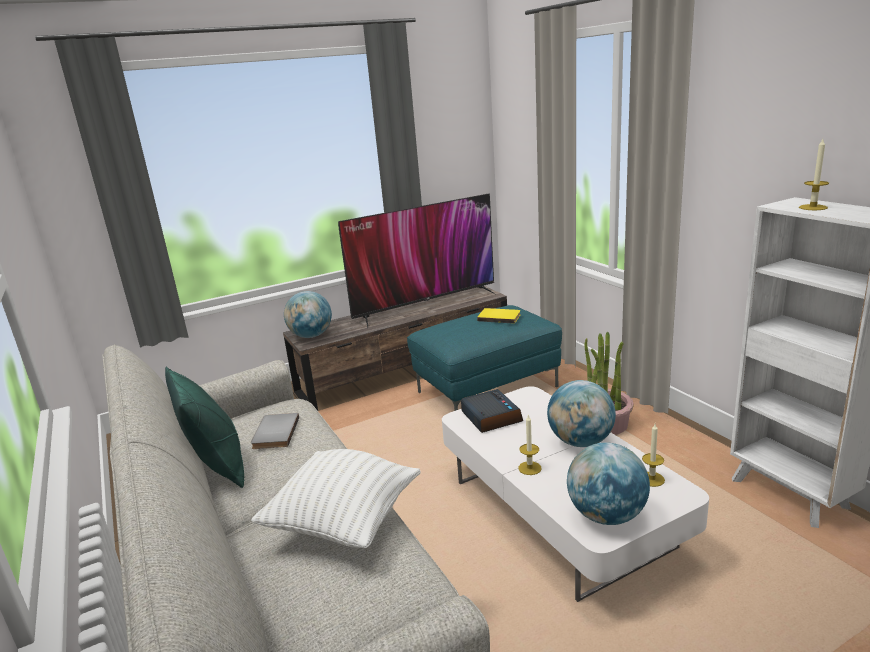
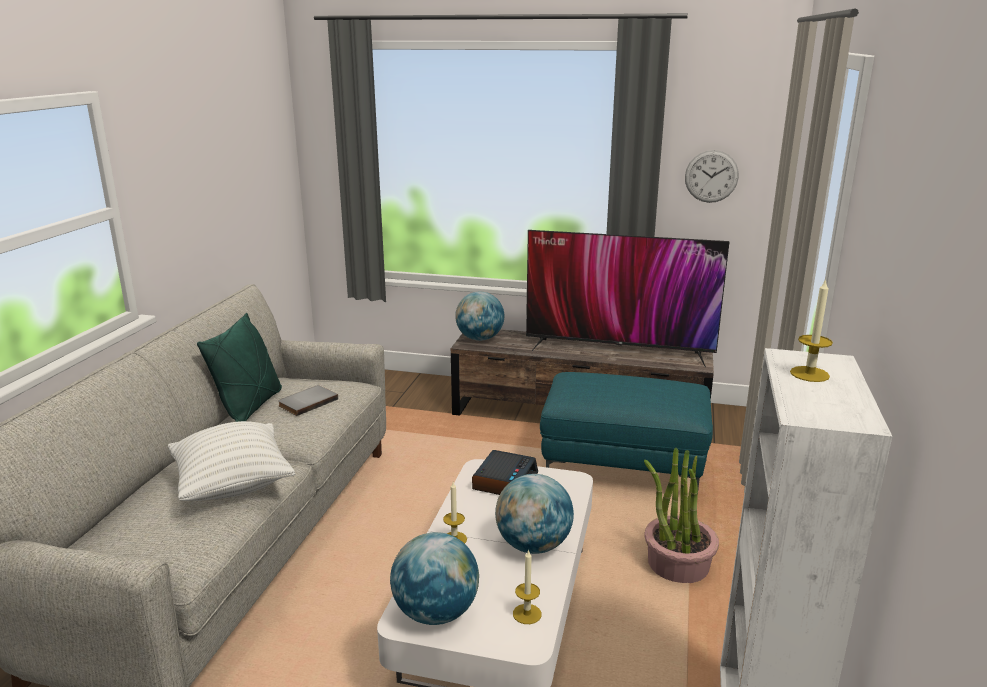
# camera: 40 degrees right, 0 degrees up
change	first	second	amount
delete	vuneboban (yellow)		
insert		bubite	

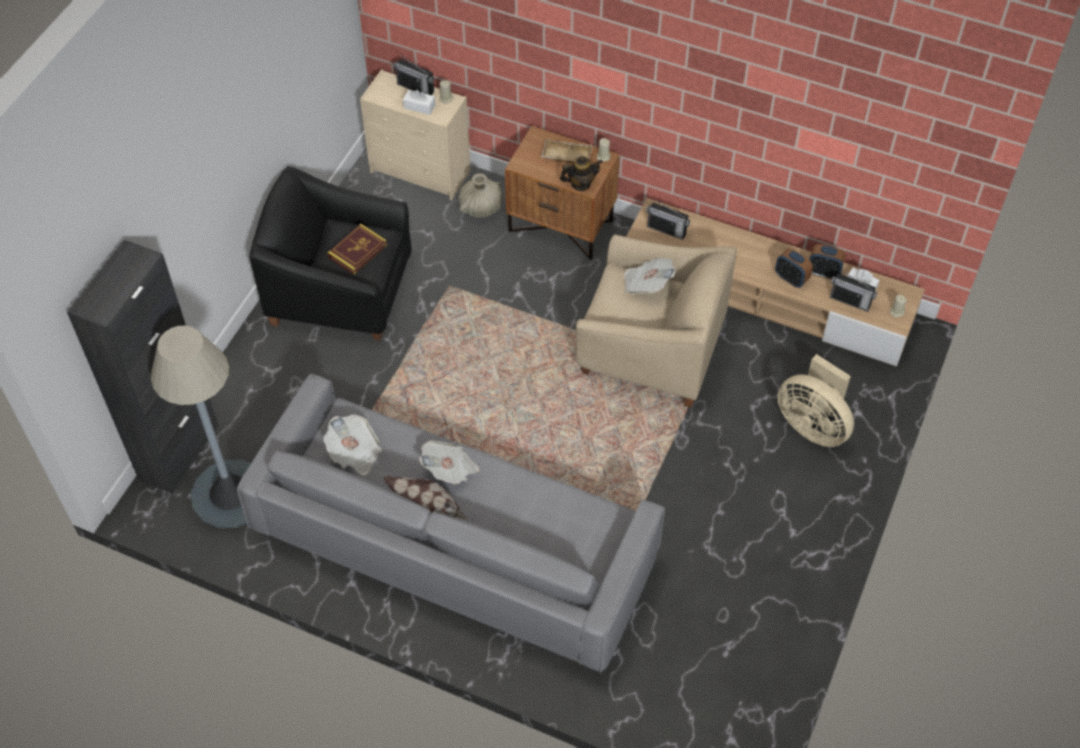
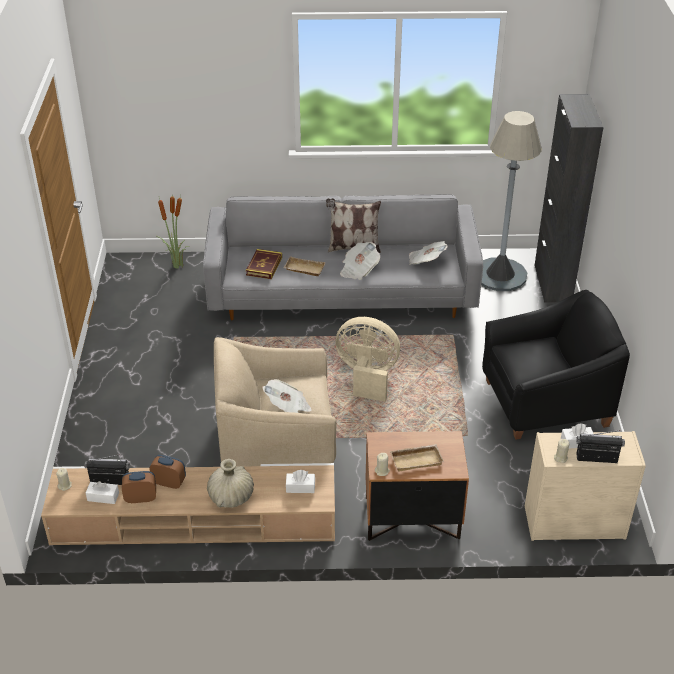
# camera: 155 degrees right, 15 degrees down
change	first	second	amount
delete	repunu		
move	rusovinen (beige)		
replace	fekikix (2nd from left)	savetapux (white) (2nd from left)	
move	vuneboban		
move	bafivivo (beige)		
insert		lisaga	
insert		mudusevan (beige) (1st from left)	

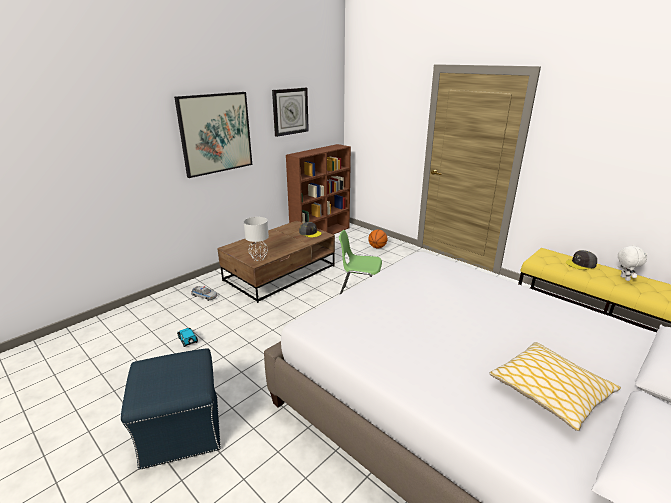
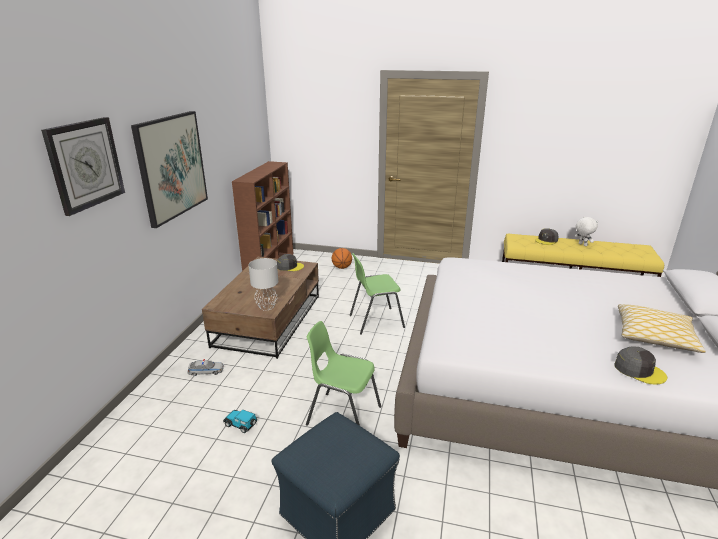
# camera: 30 degrees left, 0 degrees up
change	first	second	amount
move	bubite		
insert		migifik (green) (1st from left)	
insert		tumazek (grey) (3rd from left)	

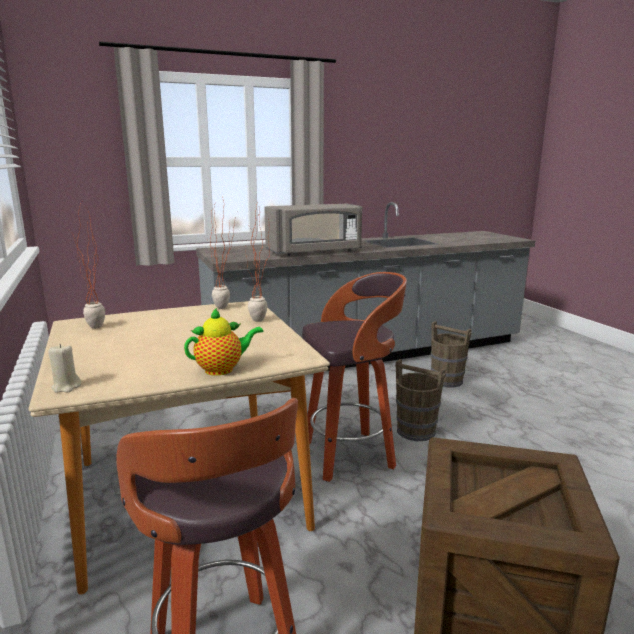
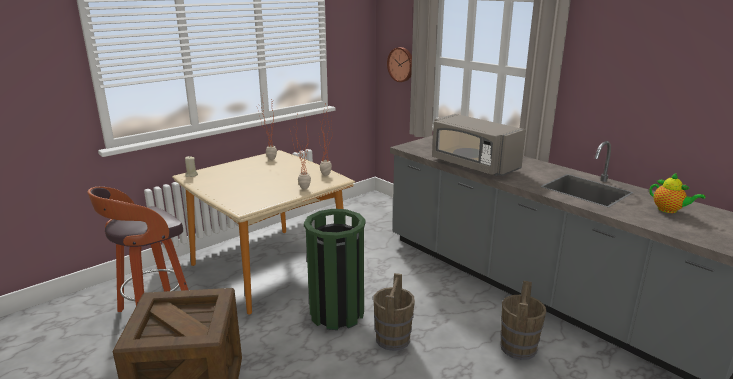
# camera: 70 degrees right, 5 degrees up
change	first	second	amount
replace	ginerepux (2nd from left)	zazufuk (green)	
move	repunu		
insert		bubite	

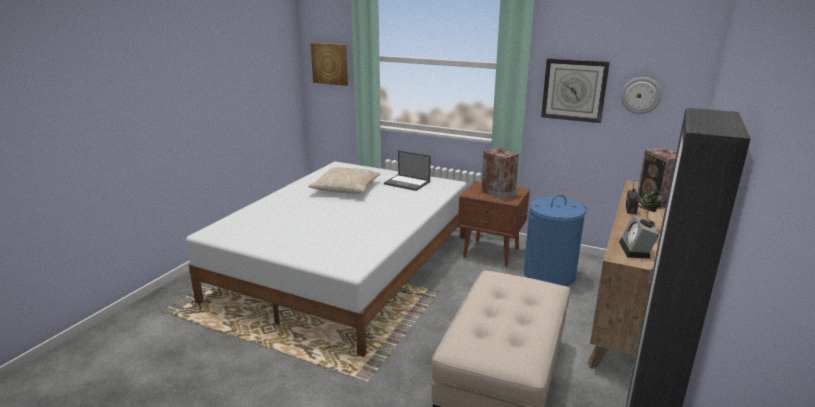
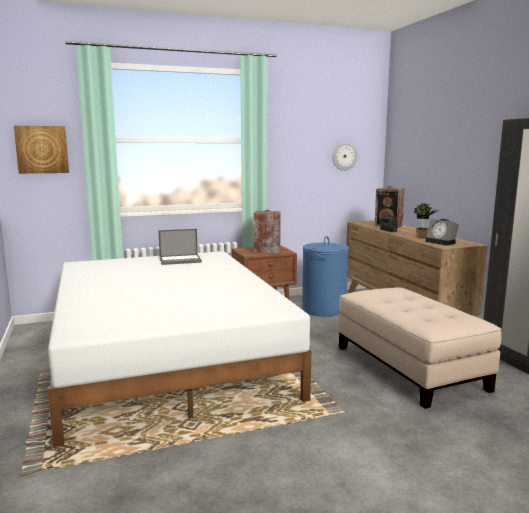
# camera: 45 degrees left, 10 degrees down
change	first	second	amount
delete	bubite (1st from left)		
delete	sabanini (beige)		

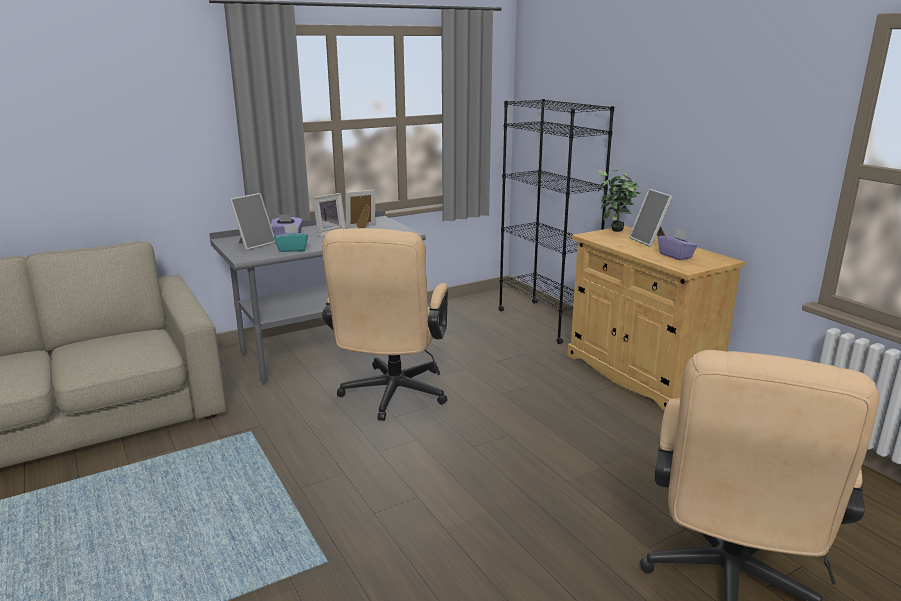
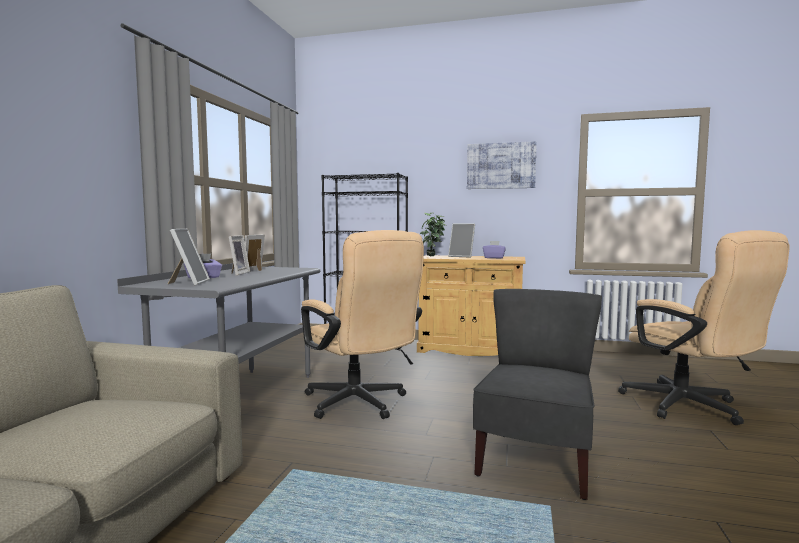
# camera: 45 degrees left, 15 degrees down
change	first	second	amount
delete	savetapux (turquoise)		
insert		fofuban	
insert		migifik (grey)	

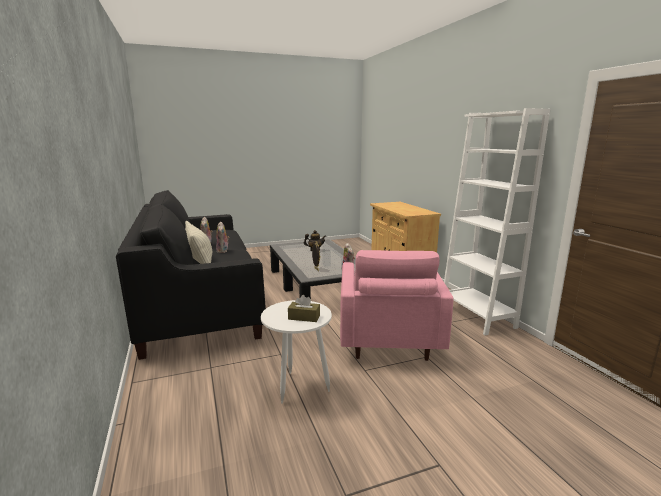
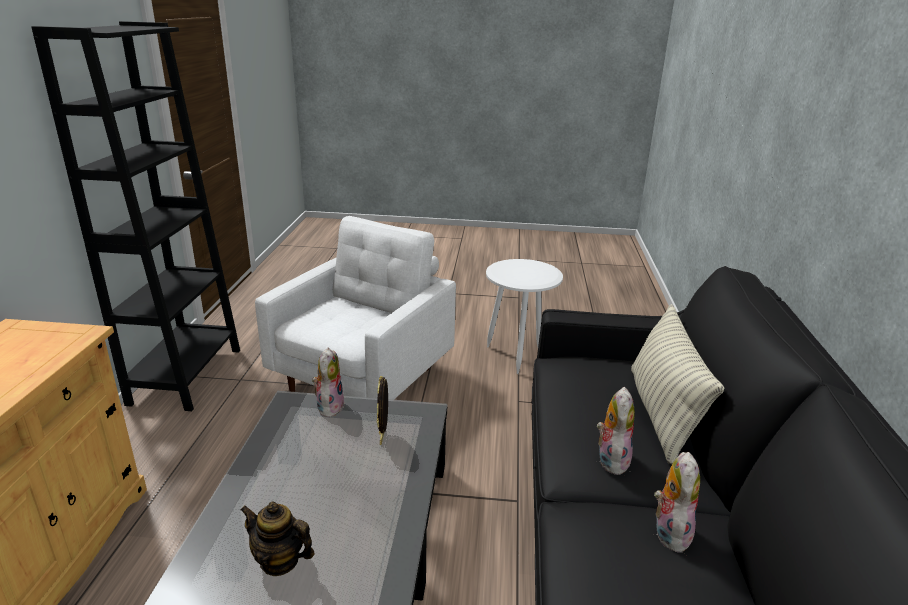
# camera: 155 degrees left, 10 degrees up
change	first	second	amount
recolor	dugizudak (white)	dugizudak (black)	
recolor	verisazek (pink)	verisazek (white)	
delete	savetapux (brown)		

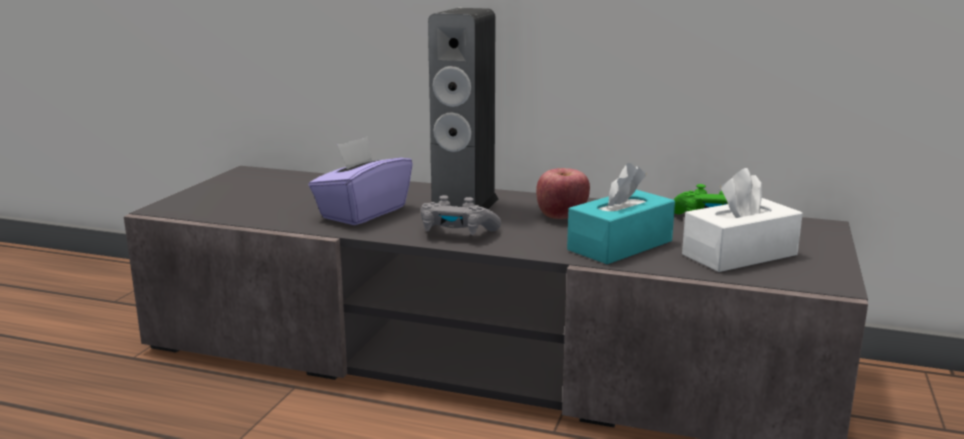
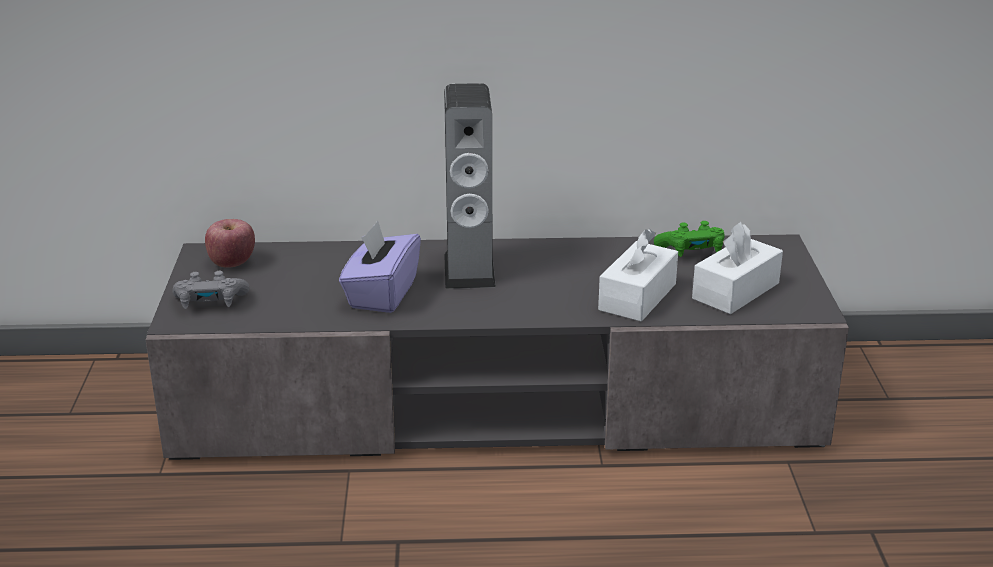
# camera: 20 degrees left, 10 degrees up
change	first	second	amount
recolor	savetapux (turquoise)	savetapux (white) (1st from left)	
move	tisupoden		
move	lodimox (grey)		

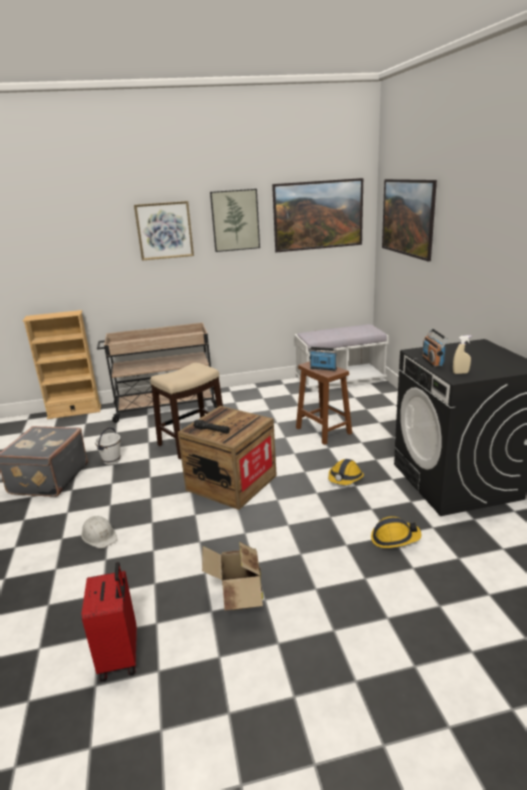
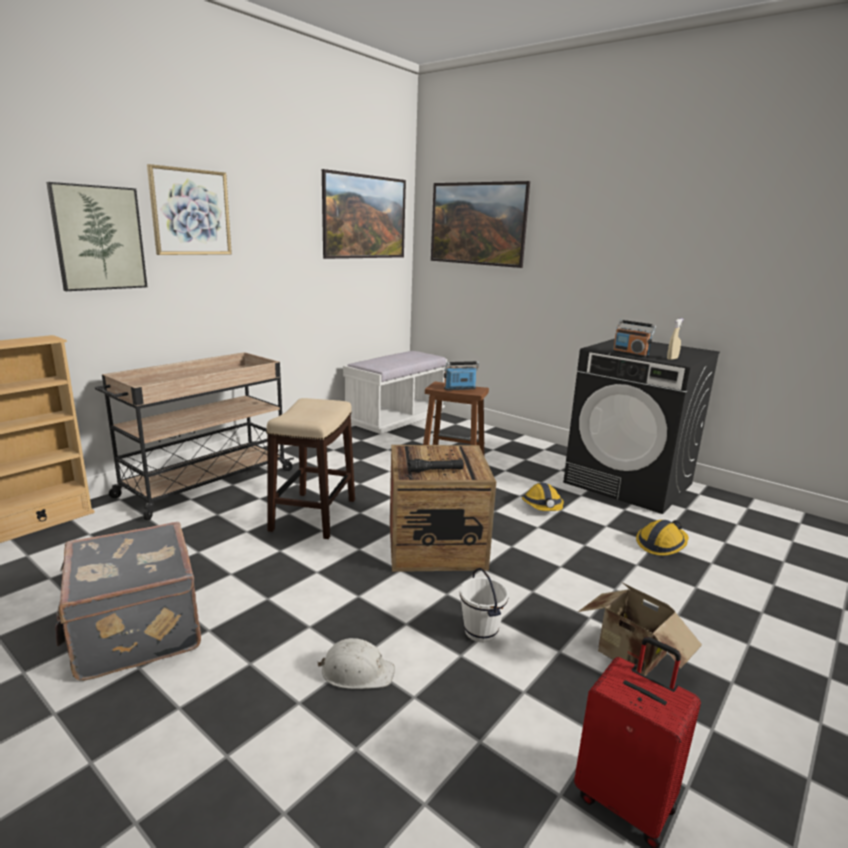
# camera: 40 degrees left, 5 degrees down
change	first	second	amount
move	fofuban (2nd from left in the first image)	fofuban (1st from left)	
move	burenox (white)		

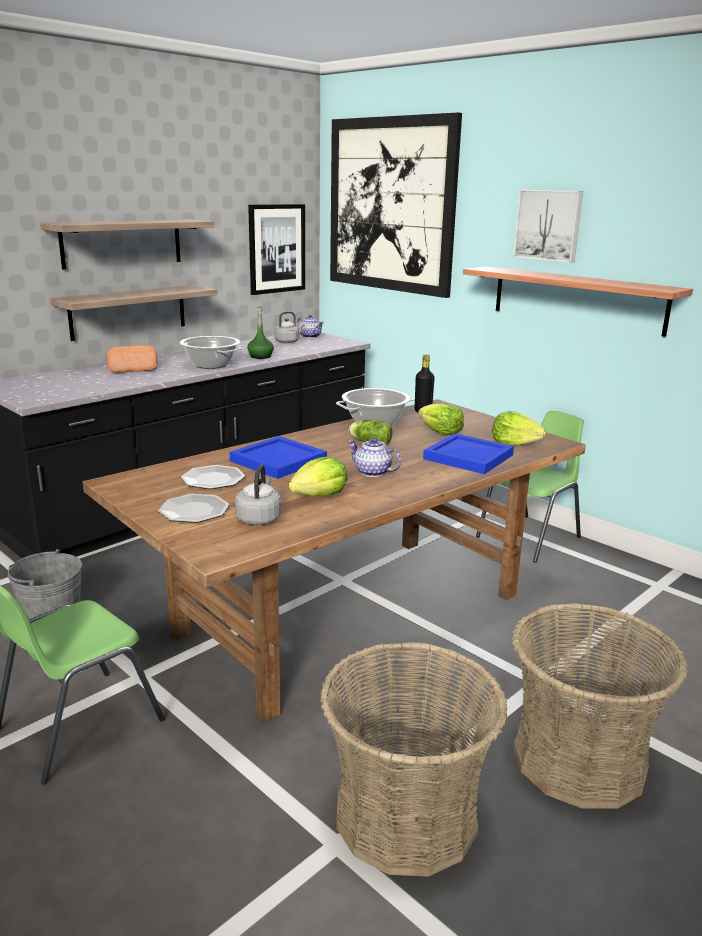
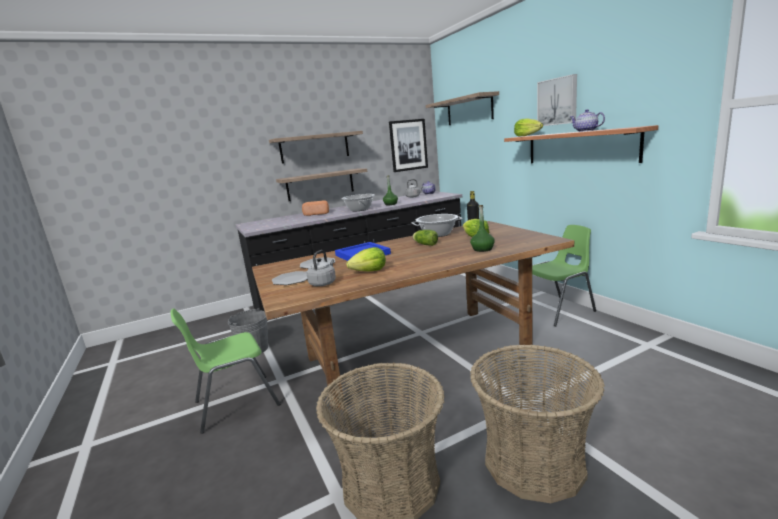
# camera: 20 degrees right, 5 degrees down
change	first	second	amount
replace	fofuban (2nd from left)	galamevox (3rd from left)	
move	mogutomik (4th from left)		
replace	mudusevan (blue) (2nd from left)	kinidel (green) (2nd from left)	
move	repunu (2nd from left)		

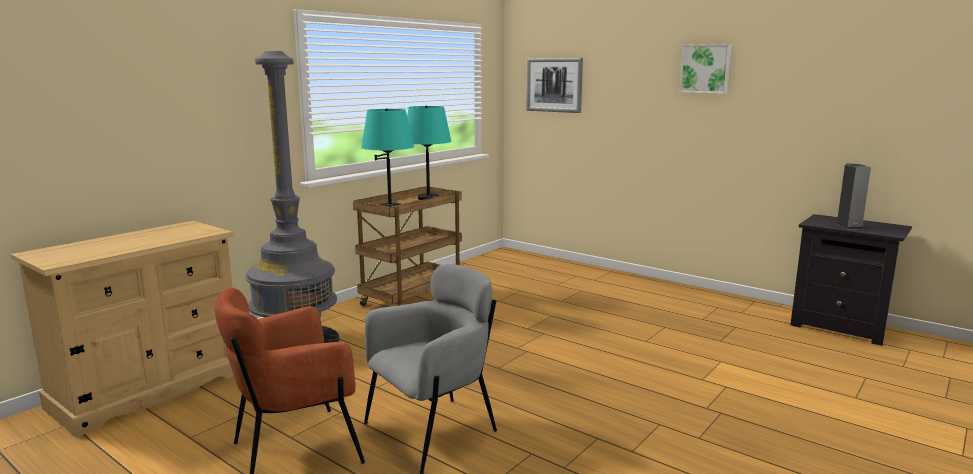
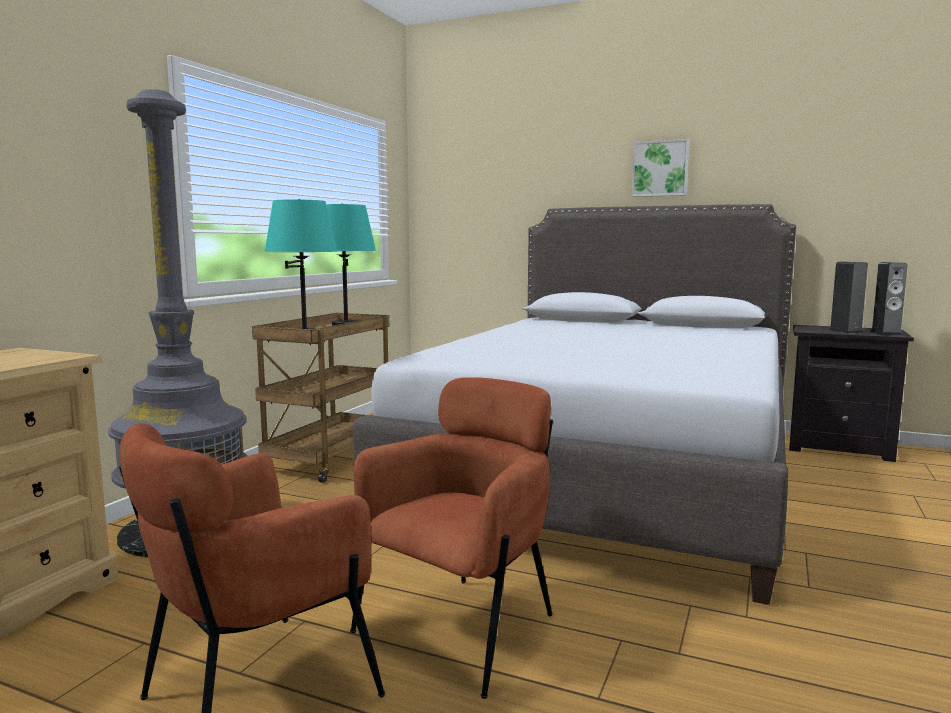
# camera: 15 degrees left, 5 degrees down
change	first	second	amount
delete	fofuban (1st from left)		
recolor	verisazek (grey)	verisazek (brown) (2nd from left)	
insert		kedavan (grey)	
insert		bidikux (2nd from left)	

